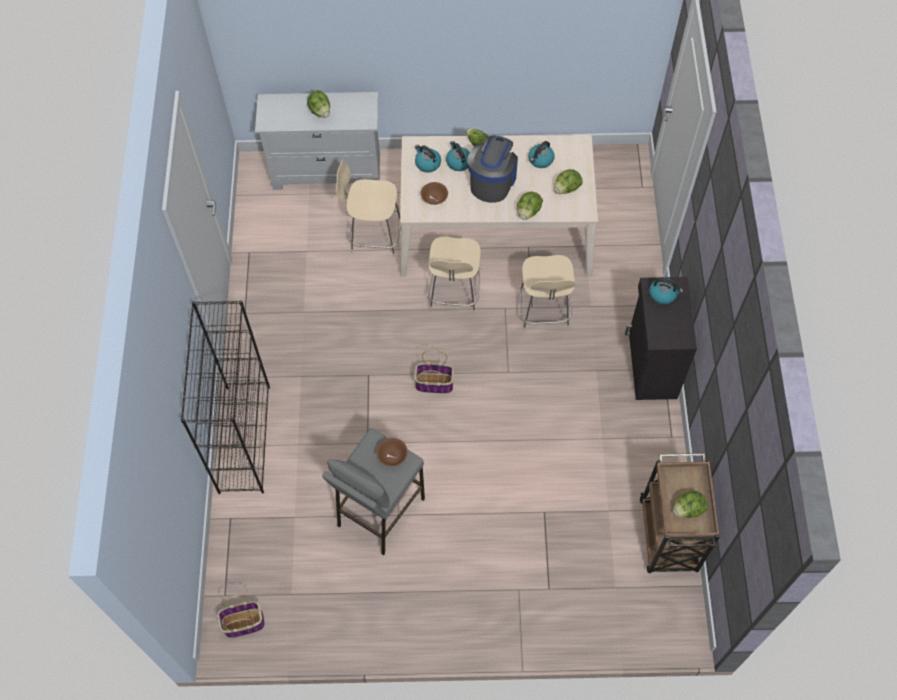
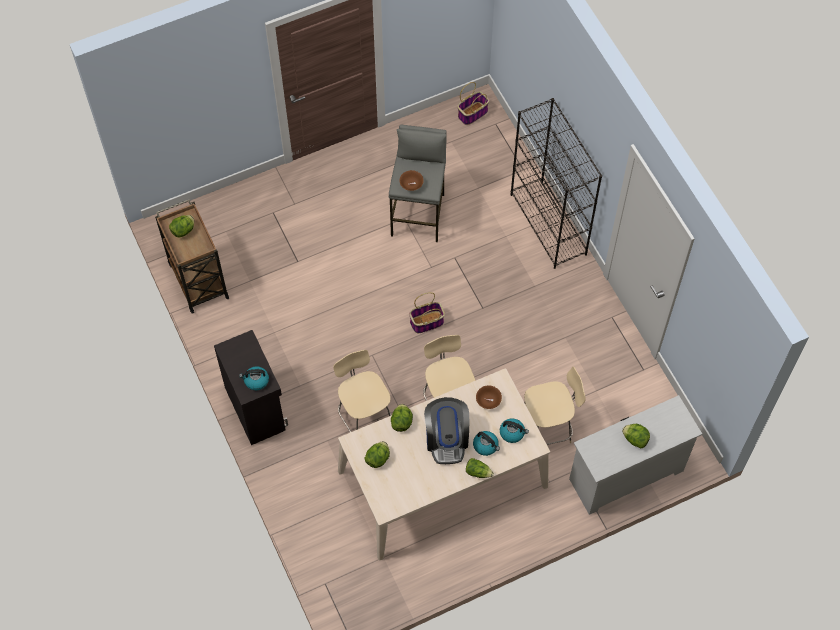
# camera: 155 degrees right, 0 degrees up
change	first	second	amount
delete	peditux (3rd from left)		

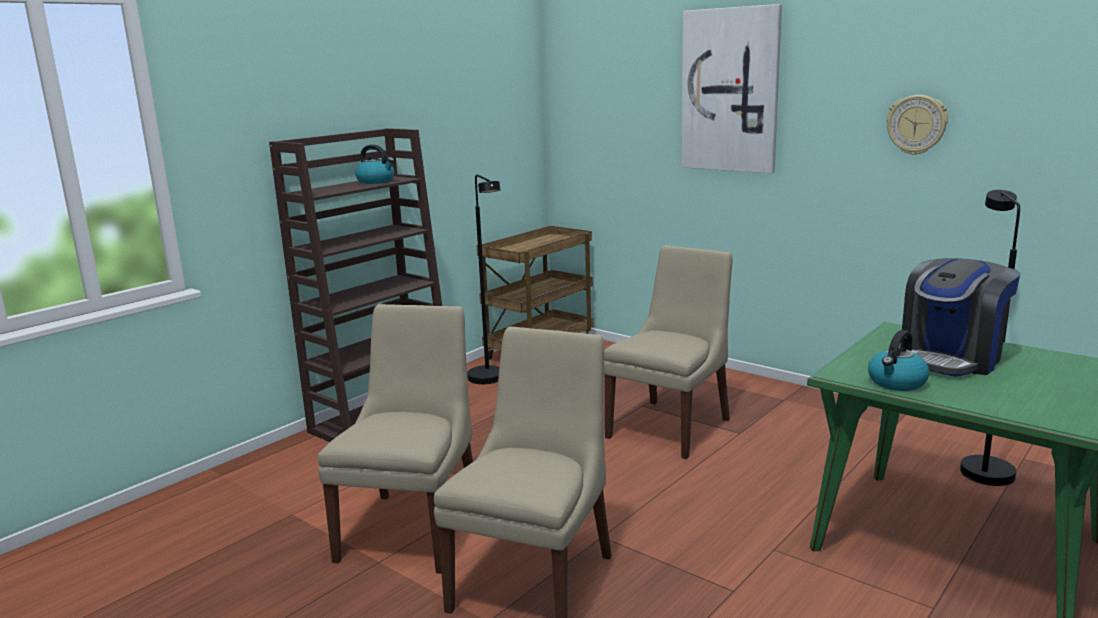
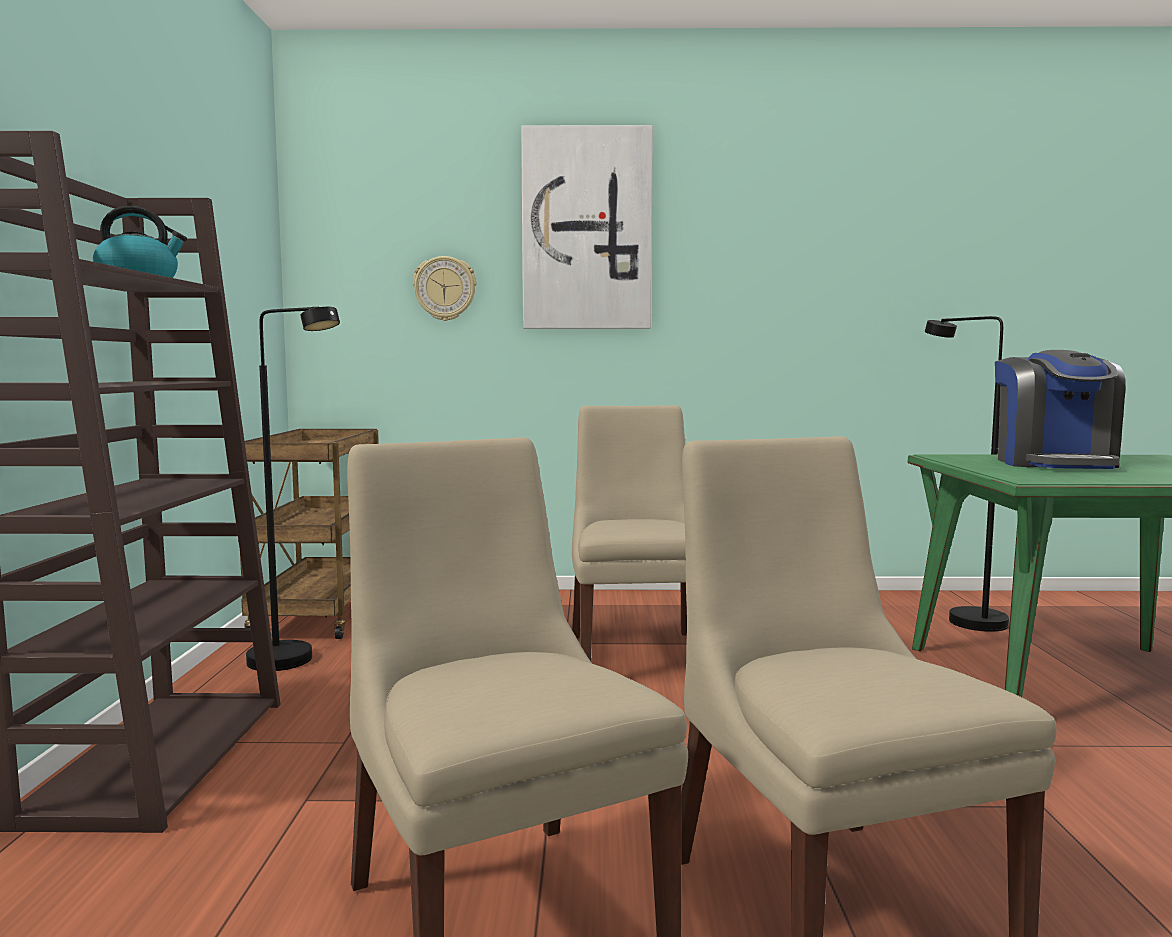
# camera: 40 degrees left, 10 degrees down
change	first	second	amount
move	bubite		
delete	peditux (2nd from left)		

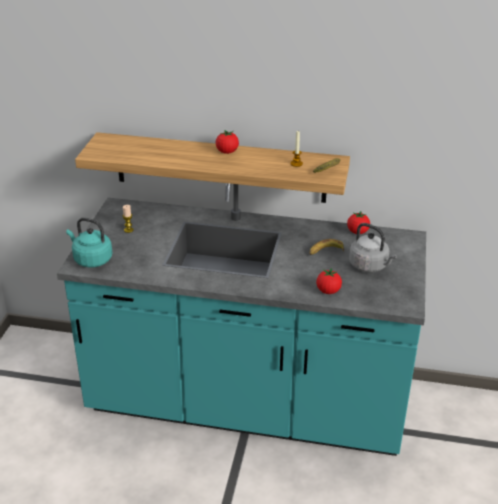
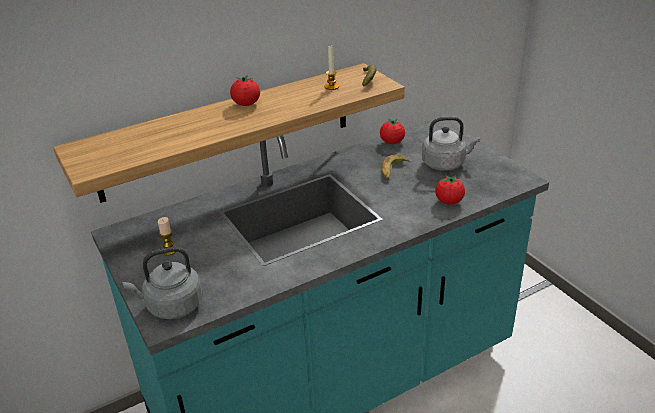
# camera: 40 degrees left, 0 degrees up
change	first	second	amount
recolor	peditux (turquoise)	peditux (grey) (1st from left)	

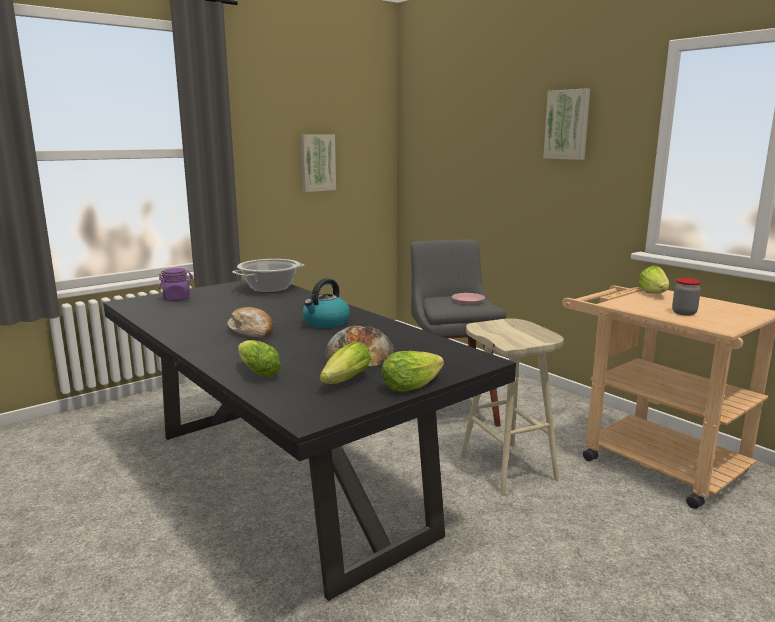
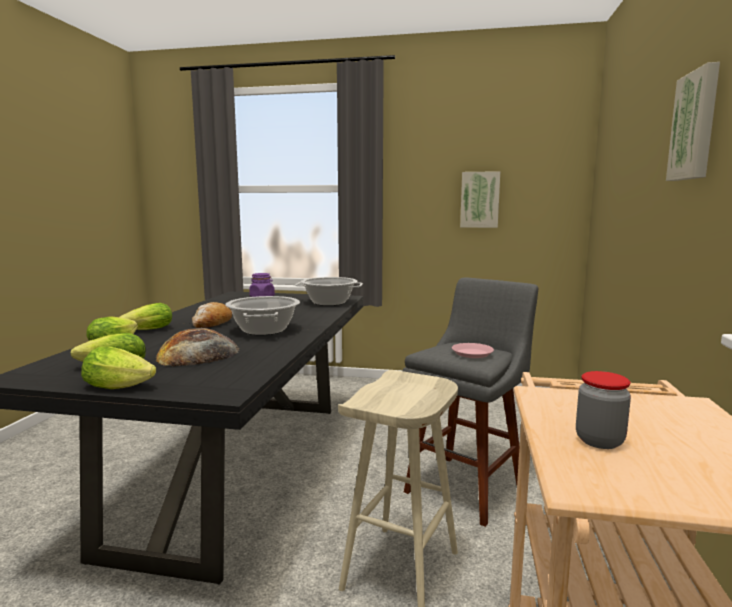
# camera: 50 degrees right, 5 degrees down
change	first	second	amount
move	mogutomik (4th from left)		
replace	peditux	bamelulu (1st from left)	

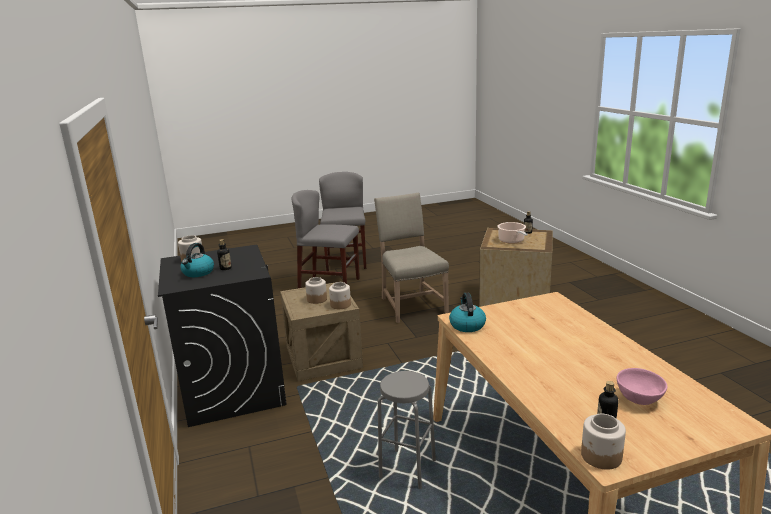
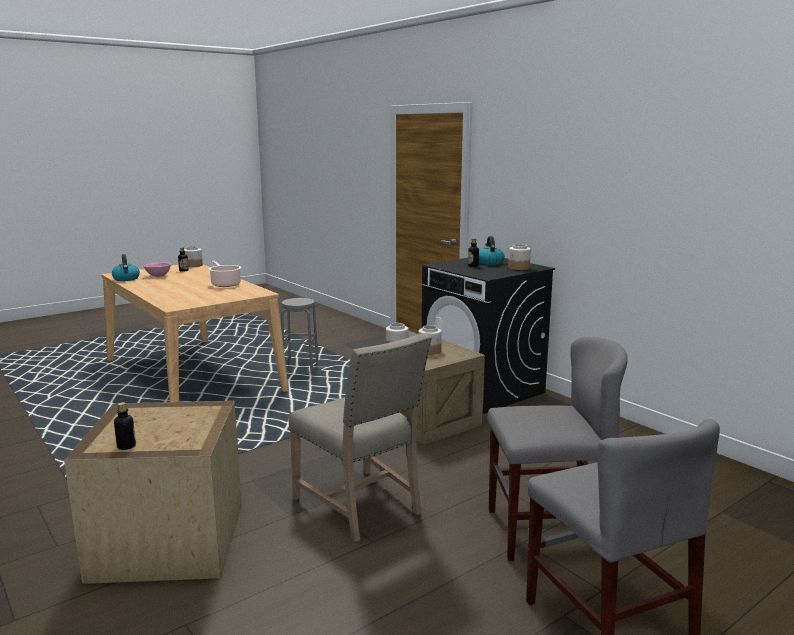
# camera: 160 degrees right, 5 degrees down
change	first	second	amount
move	bamelulu		
move	peditux (2nd from left in the first image)	peditux (1st from left)	

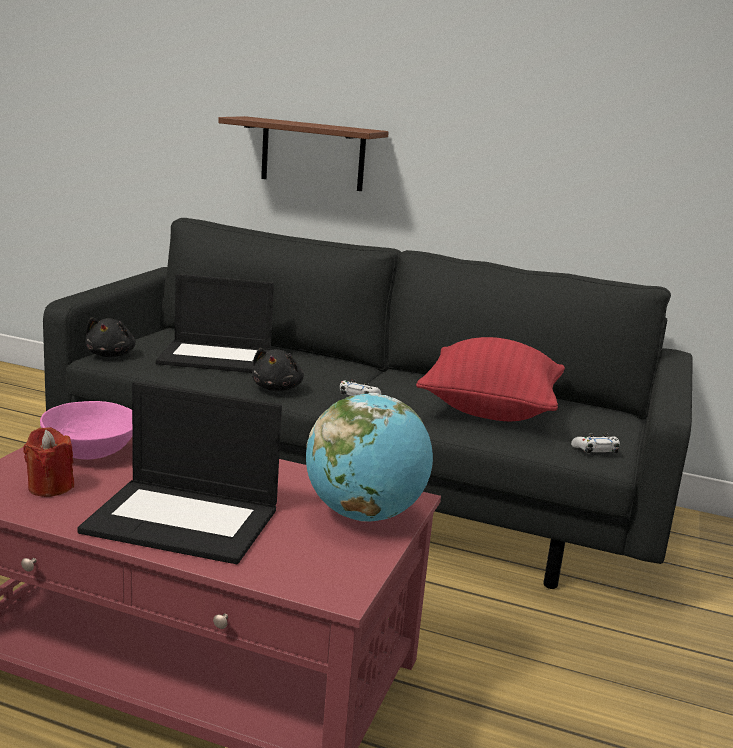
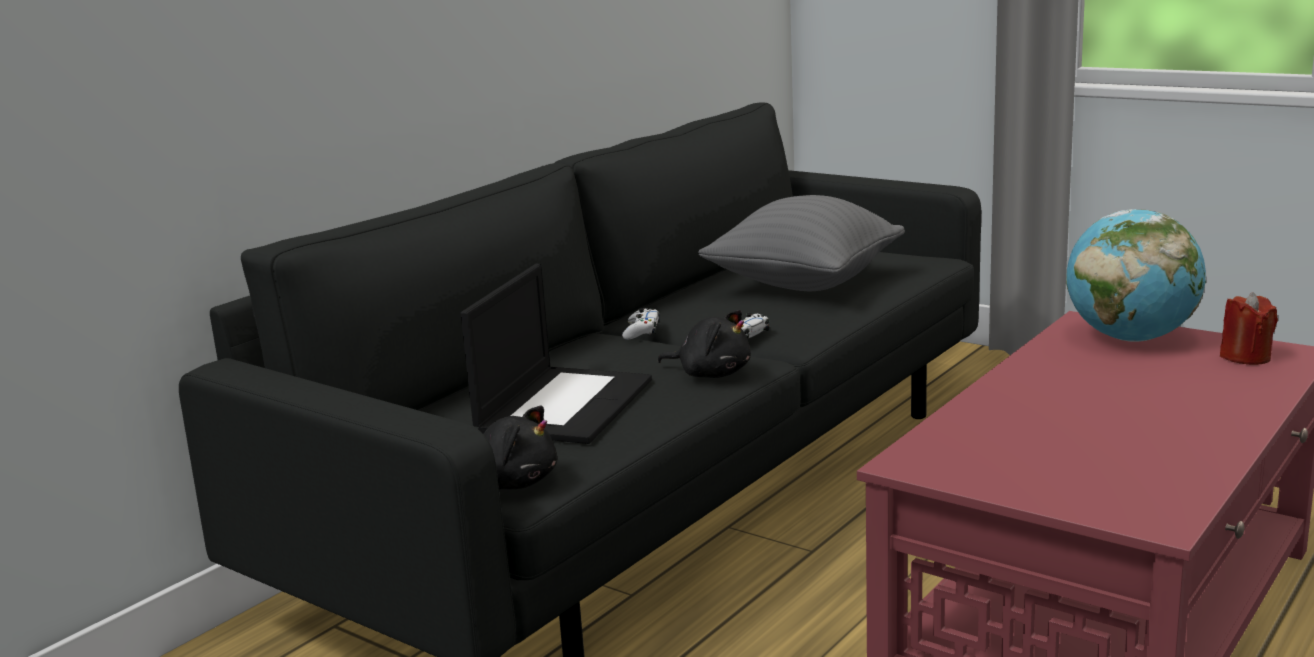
# camera: 70 degrees left, 0 degrees up
change	first	second	amount
delete	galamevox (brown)		
recolor	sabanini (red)	sabanini (grey)	
delete	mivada (1st from left)		
delete	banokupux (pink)		
move	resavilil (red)		
move	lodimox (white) (2nd from left in the first image)	lodimox (white) (1st from left)	

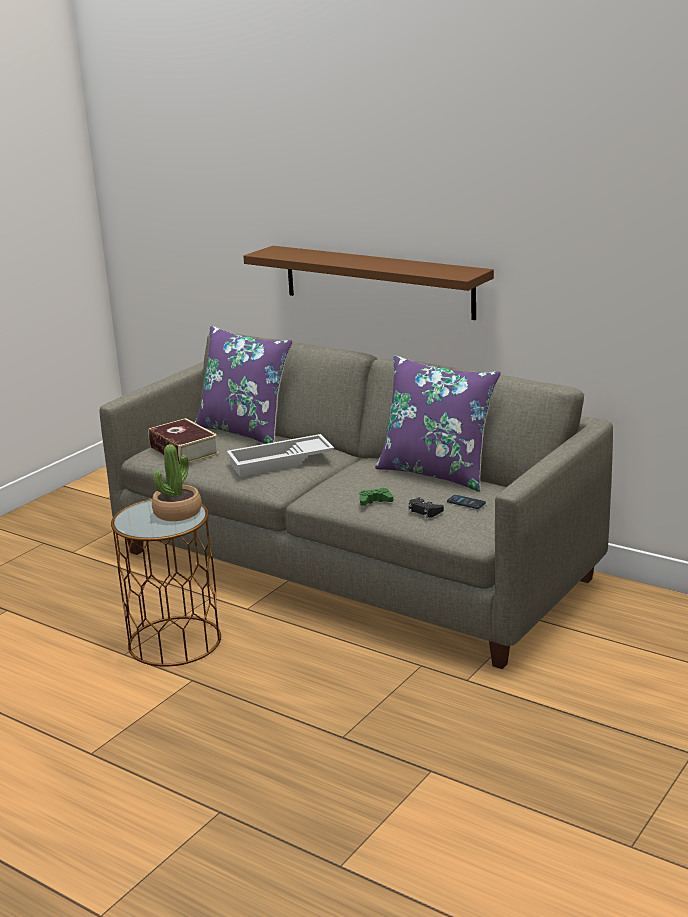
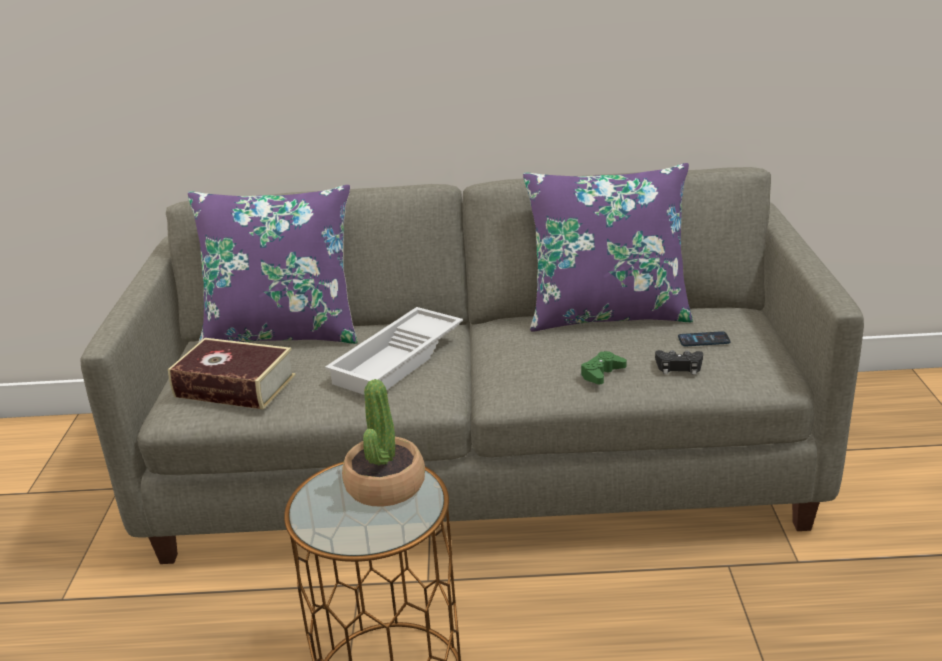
# camera: 35 degrees left, 5 degrees up
change	first	second	amount
delete	galamevox (brown)		

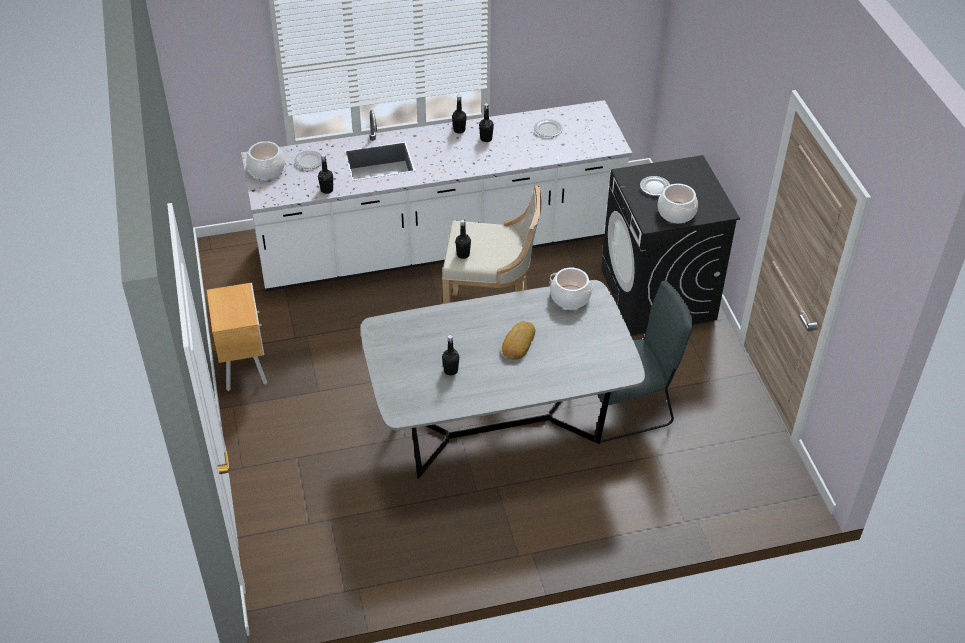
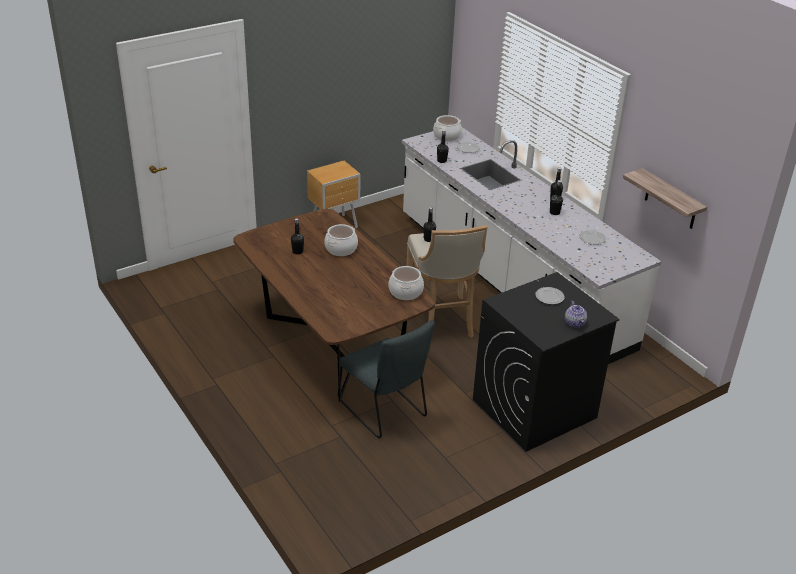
# camera: 70 degrees right, 10 degrees down
change	first	second	amount
move	bamelulu (3rd from left in the first image)	bamelulu (1st from left)	
recolor	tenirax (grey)	tenirax (brown)	
delete	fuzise		
insert		galamevox	
insert		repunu	

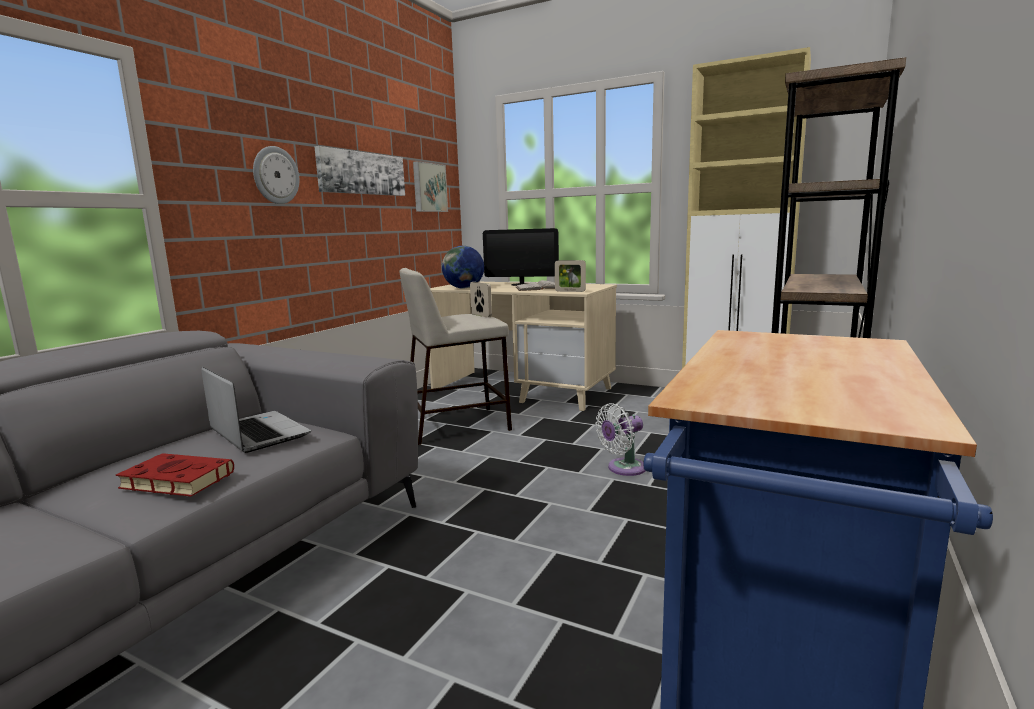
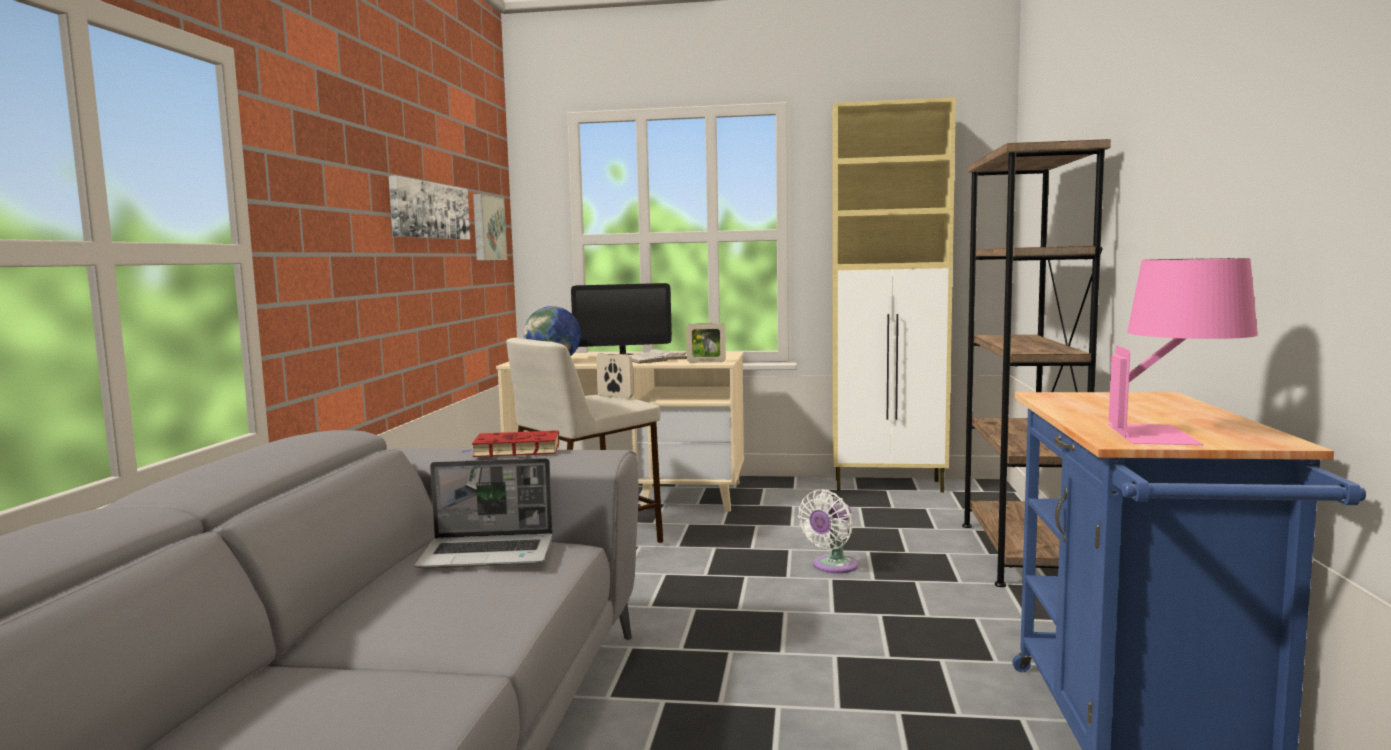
# camera: 20 degrees left, 5 degrees down
change	first	second	amount
delete	bubite		
rotate	mivada		150 degrees clockwise
move	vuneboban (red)		
insert		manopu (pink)	

